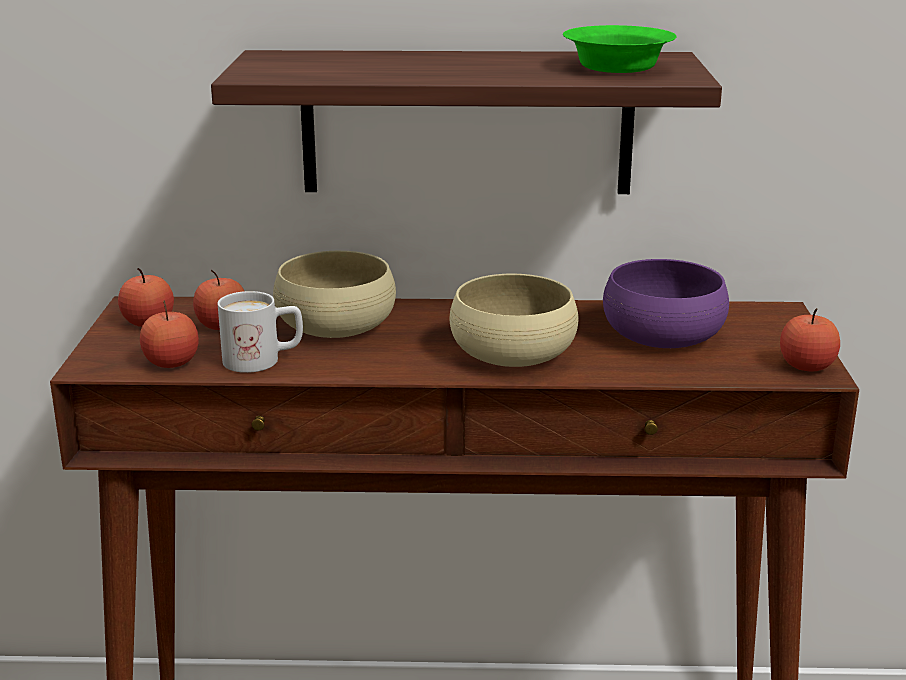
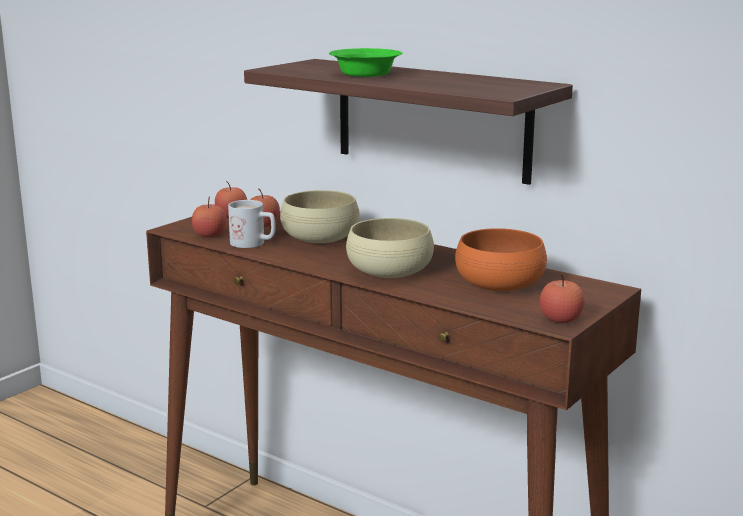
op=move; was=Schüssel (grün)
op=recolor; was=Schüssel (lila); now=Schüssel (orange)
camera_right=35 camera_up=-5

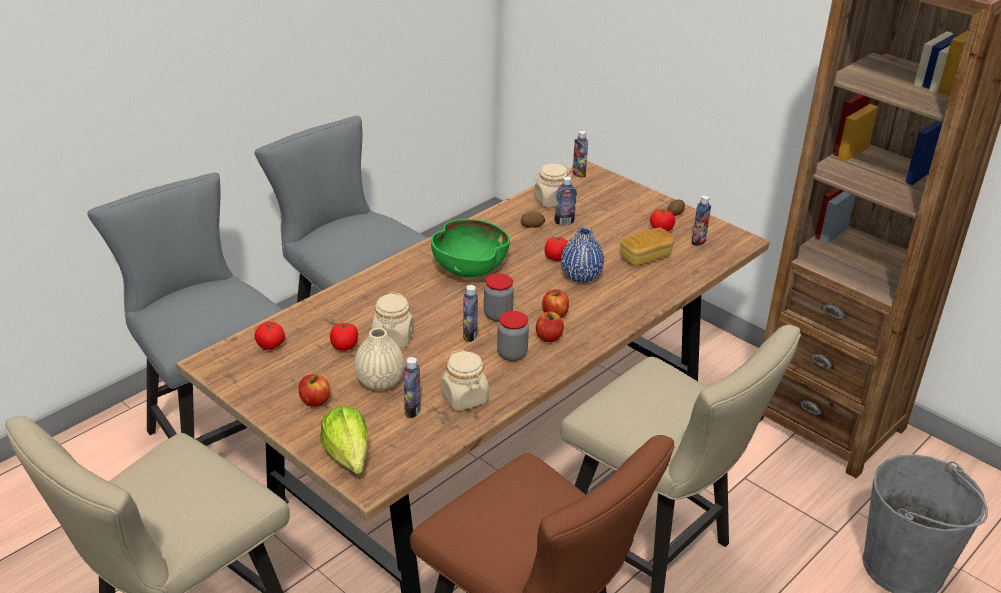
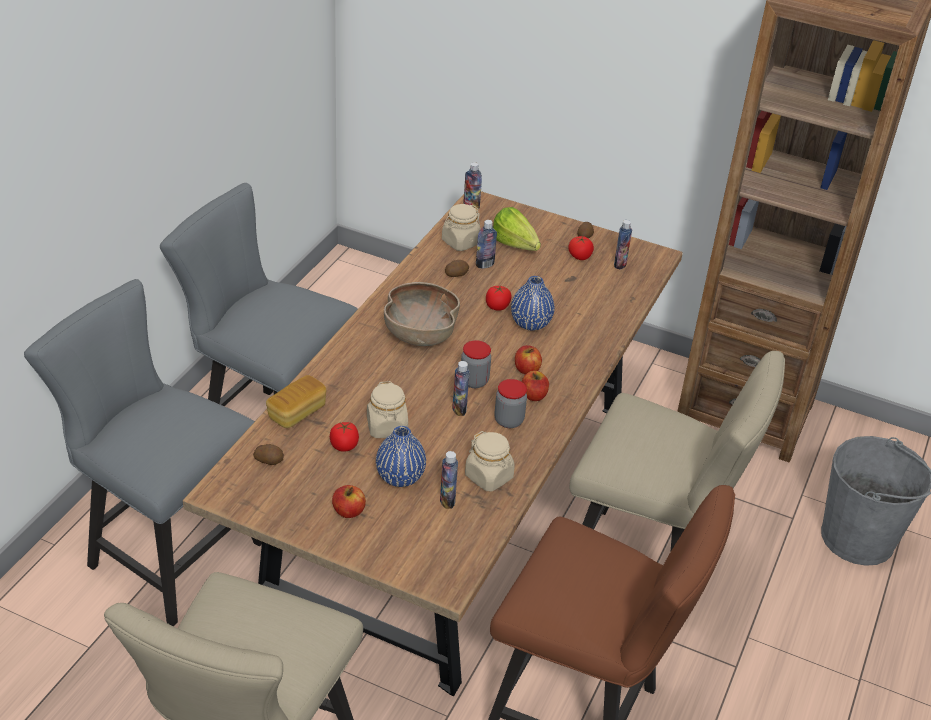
op=move; was=Salatkopf
op=move; was=Brot
op=replace; was=Tomate (1st from left); now=Kartoffel (1st from left)
op=recolor; was=Vase (beige); now=Vase (blau) (1st from left)
op=recolor; was=Schüssel (grün); now=Schüssel (braun)
camera_right=-20 camera_up=5

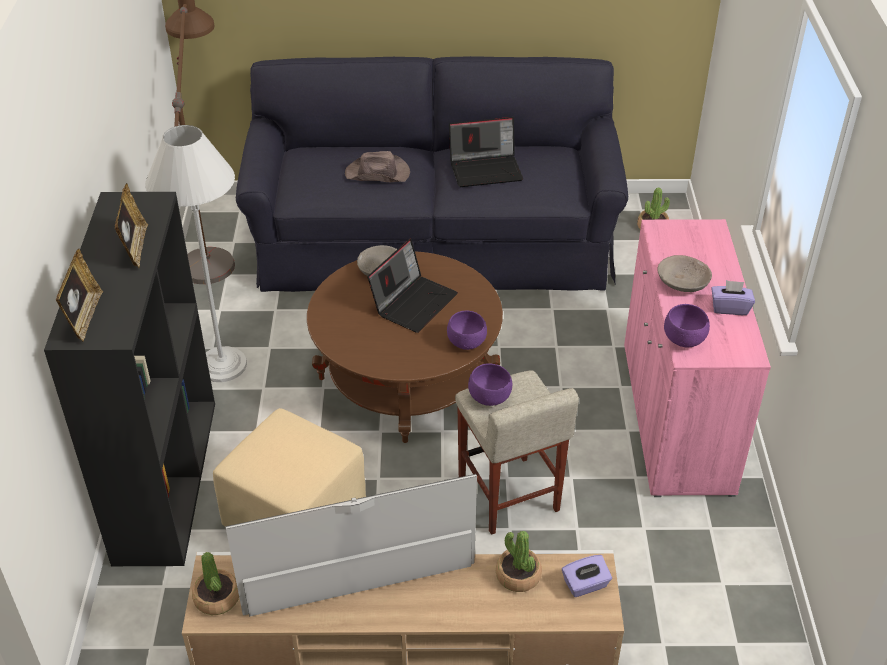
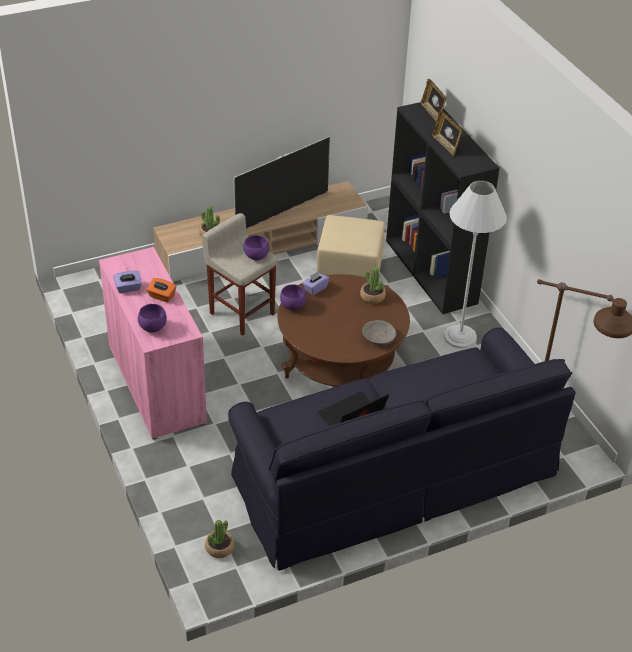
op=delete; was=Hut (braun)
op=delete; was=Laptop (1st from left)
op=move; was=Topfpflanze (1st from left in the first image); now=Topfpflanze (3rd from left)
op=move; was=Taschentuchbox (lila) (1st from left in the first image); now=Taschentuchbox (lila) (2nd from left)
op=move; was=Schüssel (lila) (3rd from left in the first image); now=Schüssel (lila) (1st from left)
op=replace; was=Schüssel (grau) (2nd from left); now=Taschentuchbox (orange)
camera_right=155 camera_up=0

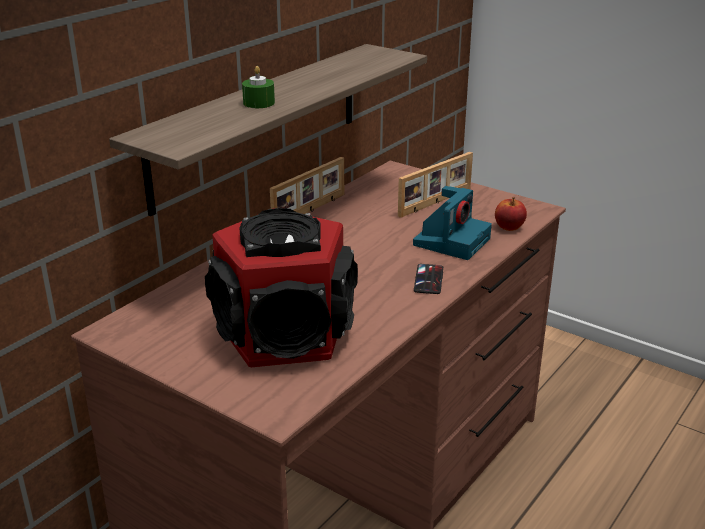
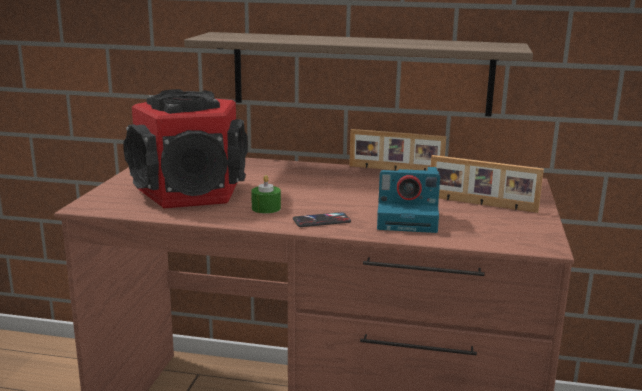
op=delete; was=Apfel
op=move; was=Kerze (grün)
camera_right=65 camera_up=-10

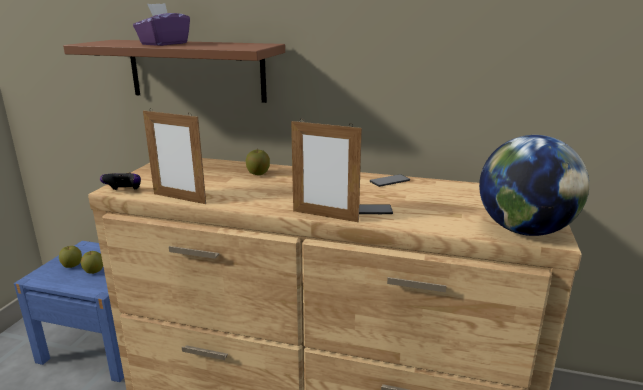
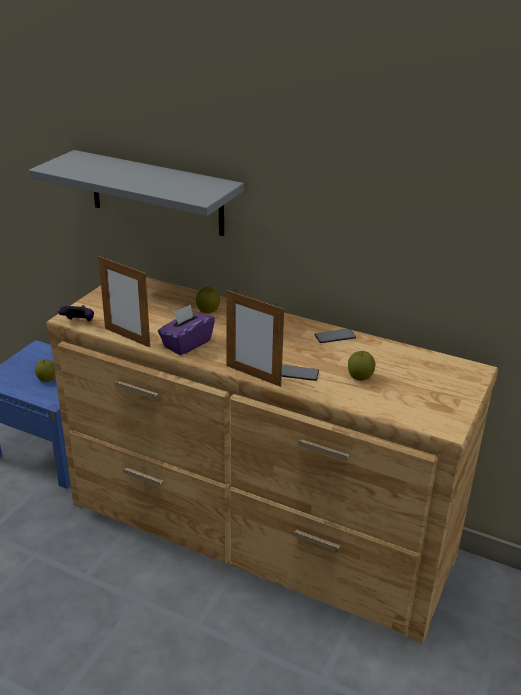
op=delete; was=Globus
op=move; was=Apfel (1st from left in the first image); now=Apfel (3rd from left)
op=move; was=Taschentuchbox (lila)
op=recolor; was=Wandregal (braun); now=Wandregal (grau)
camera_right=10 camera_up=10

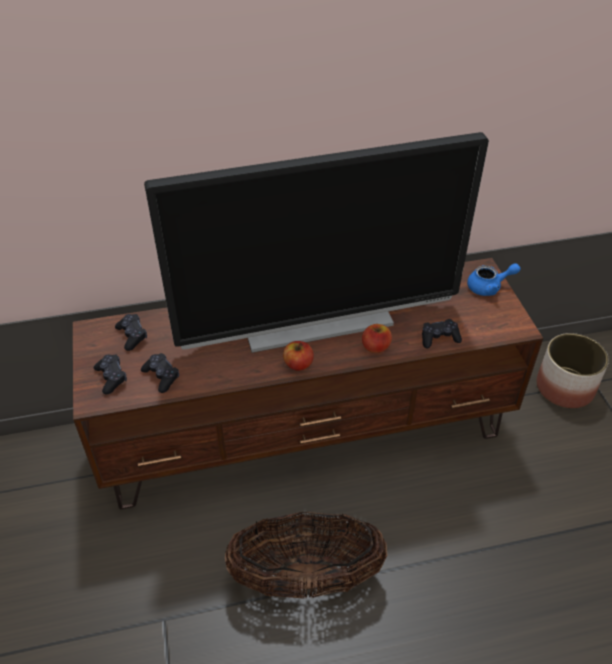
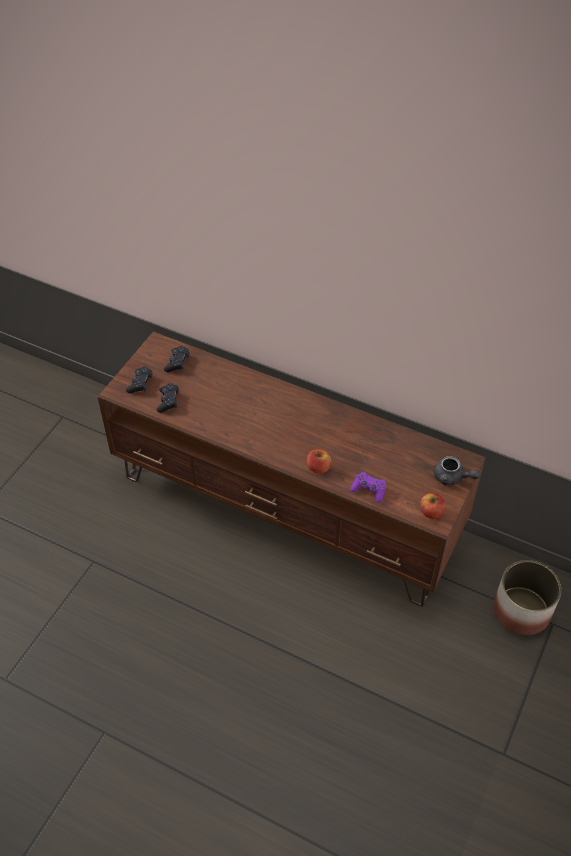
op=delete; was=Fernseher
op=delete; was=Korb
op=move; was=Apfel (1st from left in the first image); now=Apfel (2nd from left)
op=recolor; was=Gamepad (schwarz) (4th from left); now=Gamepad (lila)
op=recolor; was=Teekanne (blau); now=Teekanne (grau)
camera_right=40 camera_up=5

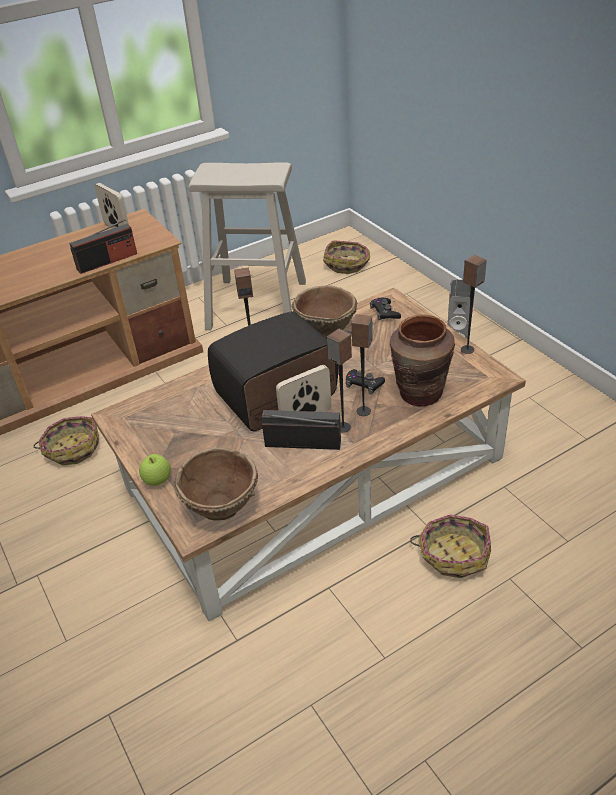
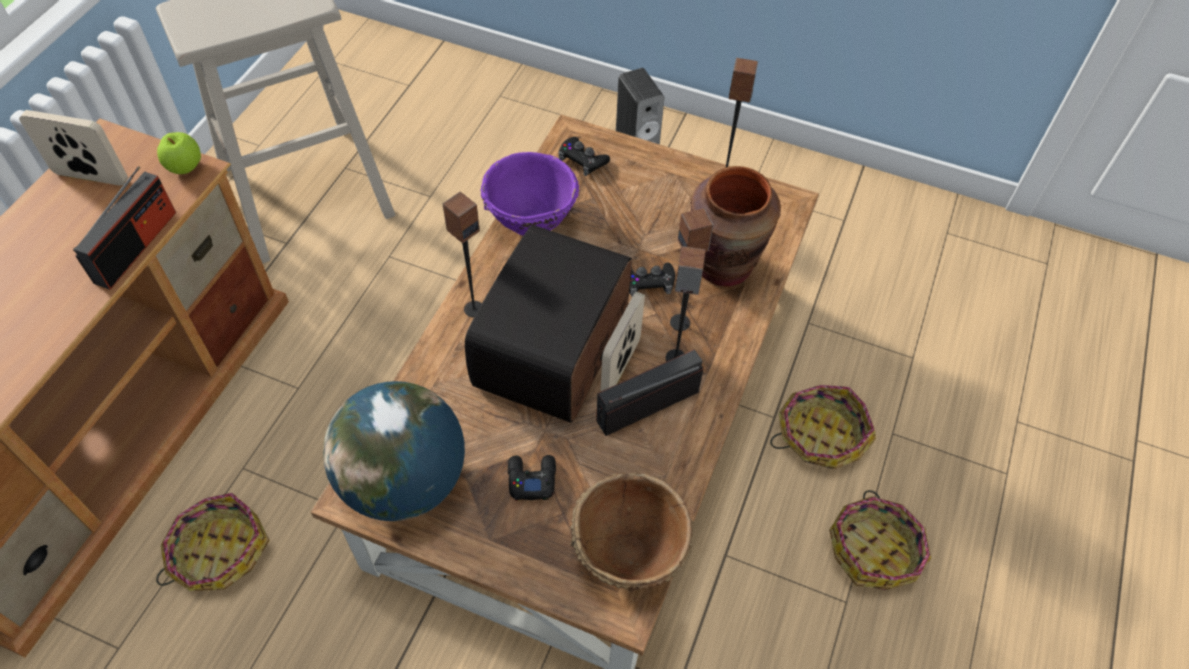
op=insert; now=Globus
op=insert; now=Gamepad (schwarz) (1st from left)
op=move; was=Apfel
op=move; was=Korb (2nd from left in the first image); now=Korb (3rd from left)
op=recolor; was=Schüssel (braun) (2nd from left); now=Schüssel (lila)
camera_right=-40 camera_up=15

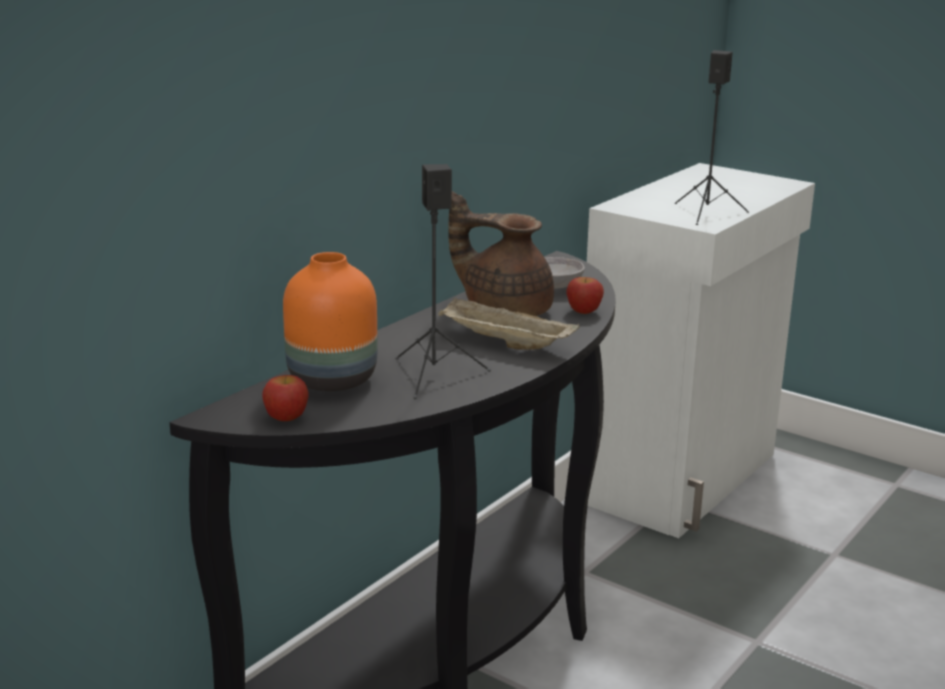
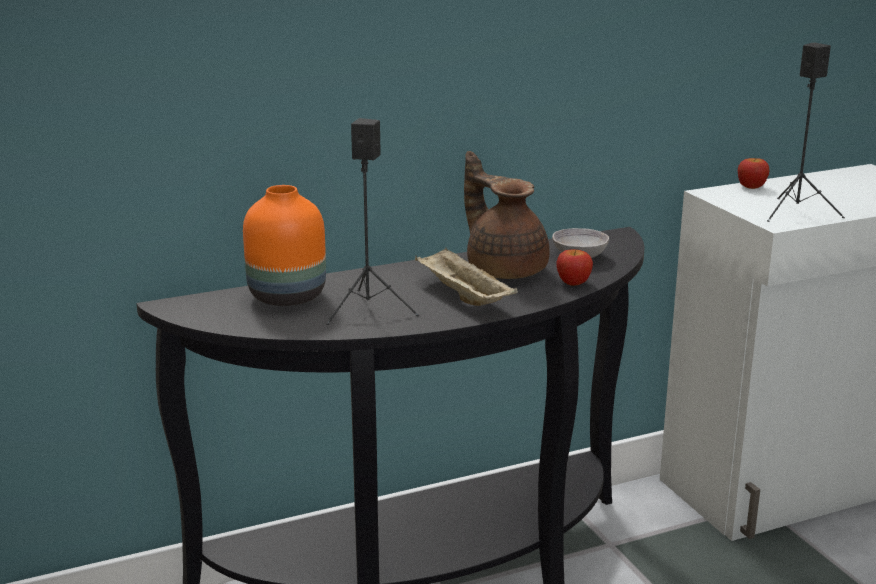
op=move; was=Apfel (1st from left in the first image); now=Apfel (2nd from left)
camera_right=30 camera_up=0

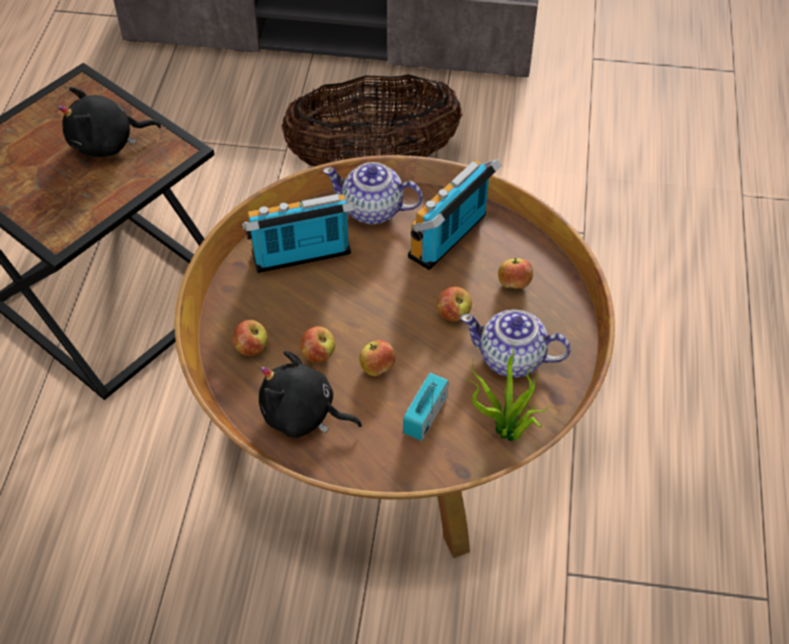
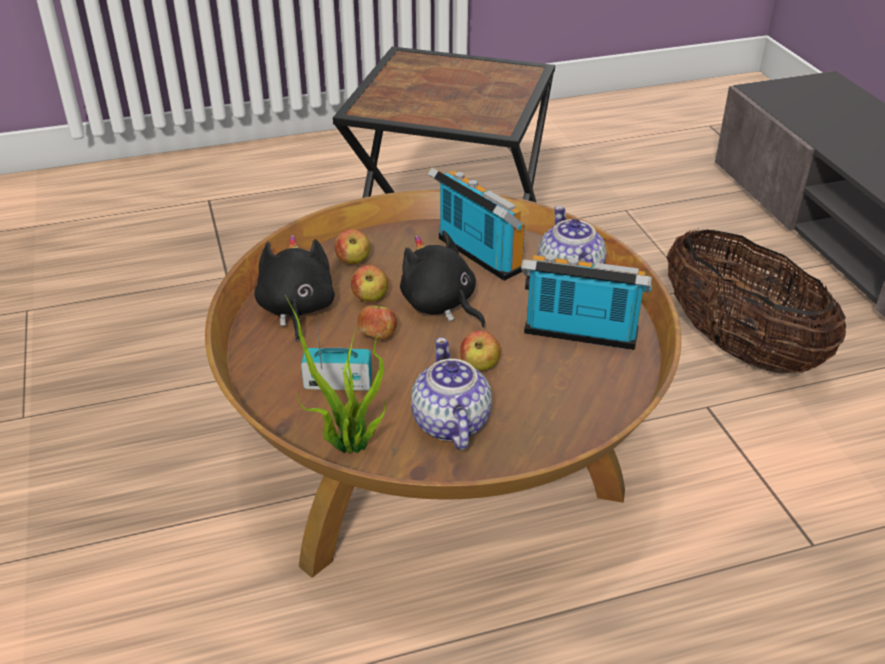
op=delete; was=Apfel (5th from left)
op=move; was=Plüschtier (schwarz) (1st from left in the first image); now=Plüschtier (schwarz) (2nd from left)
camera_right=65 camera_up=-15

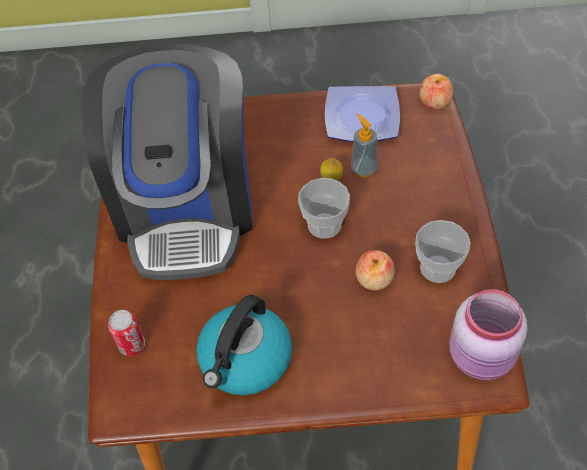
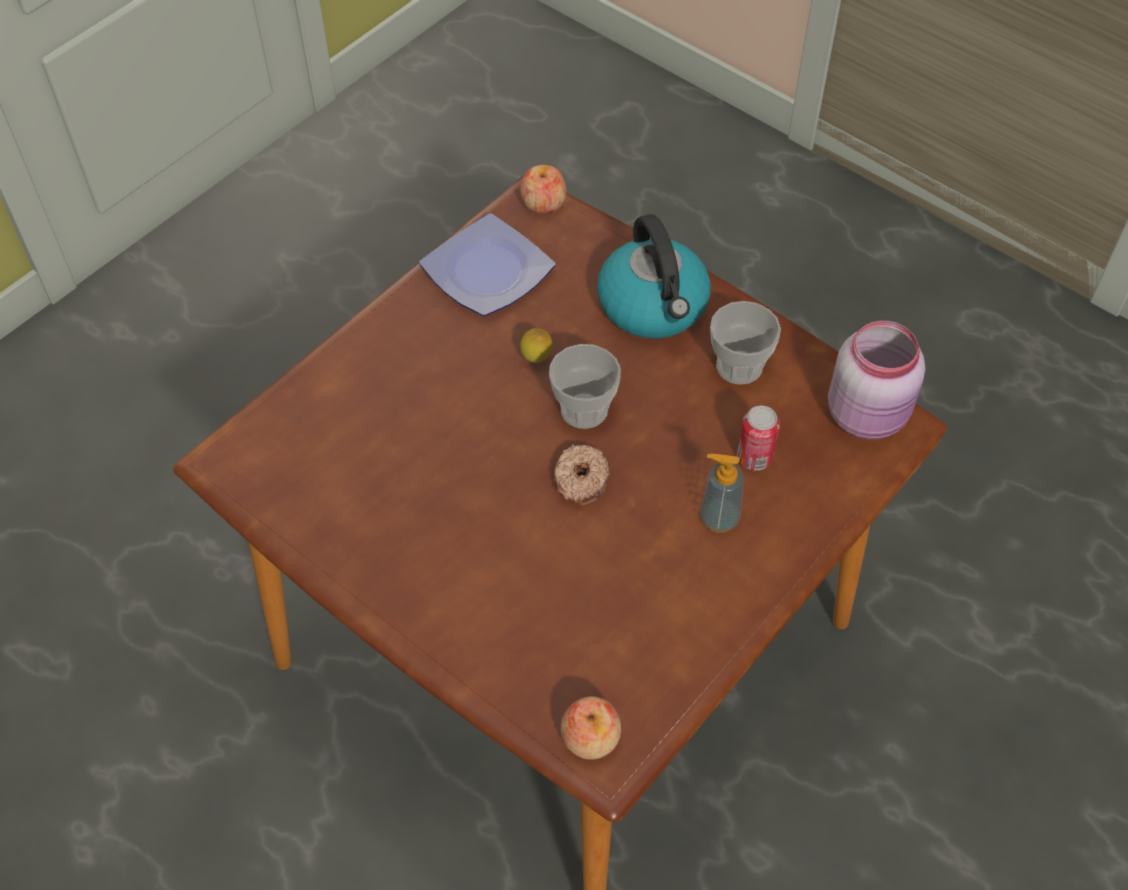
op=delete; was=Kaffeemaschine
op=insert; now=Donut
op=move; was=Dose
op=move; was=Wasserkessel
op=move; was=Seifenspender
op=move; was=Apfel (1st from left in the first image); now=Apfel (2nd from left)
camera_right=-50 camera_up=0

